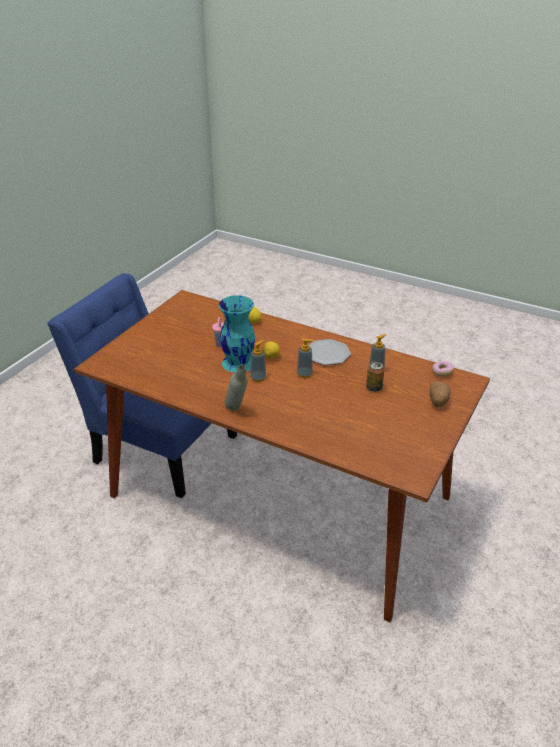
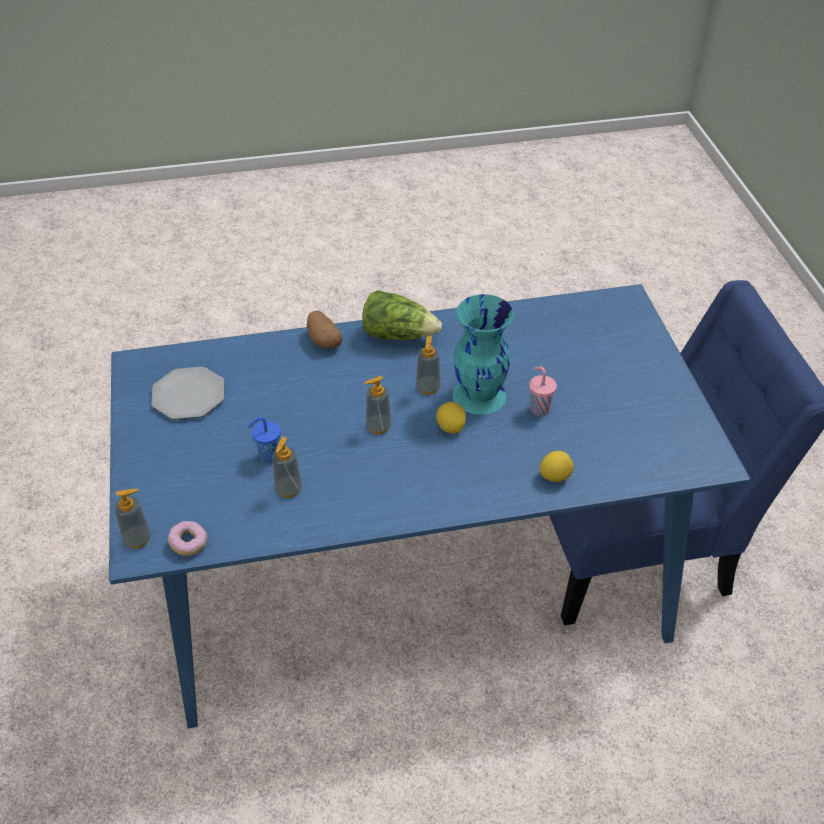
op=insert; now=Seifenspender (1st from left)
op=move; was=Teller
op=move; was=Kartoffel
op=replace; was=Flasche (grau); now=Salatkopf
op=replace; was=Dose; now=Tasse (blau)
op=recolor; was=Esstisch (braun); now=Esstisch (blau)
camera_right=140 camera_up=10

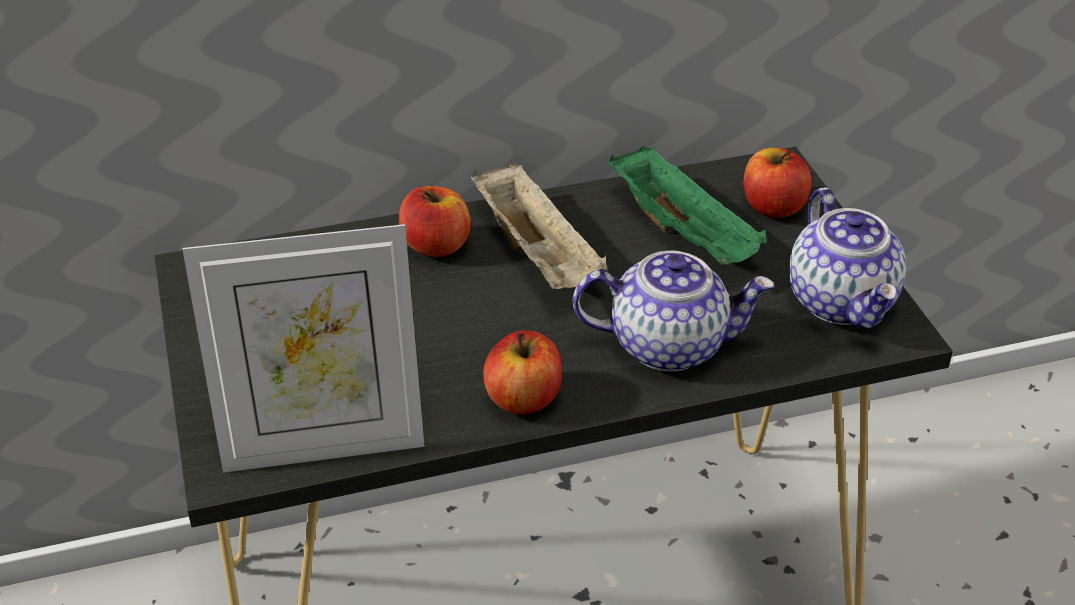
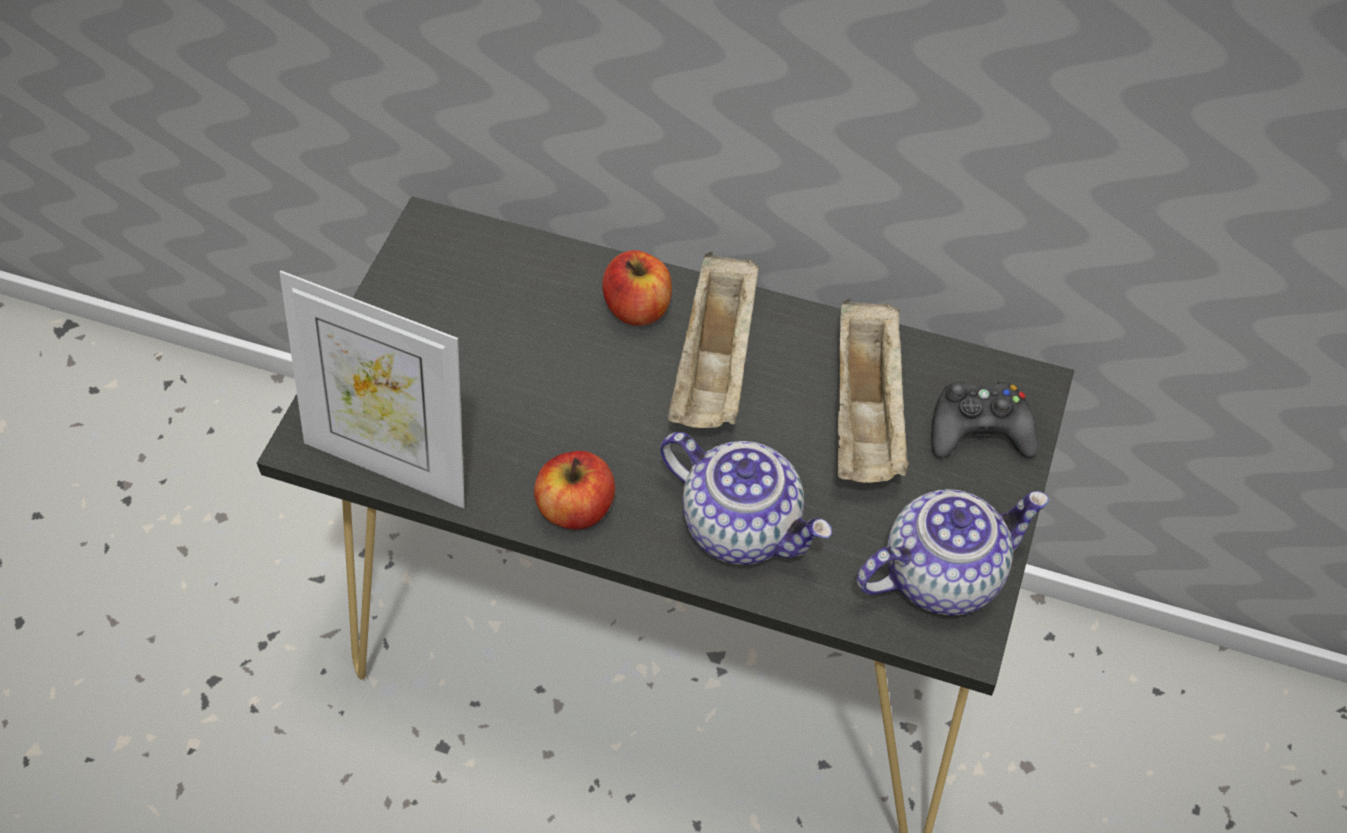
op=replace; was=Apfel (3rd from left); now=Gamepad (schwarz)
op=recolor; was=Tablett (grün); now=Tablett (beige) (2nd from left)
op=rotate; was=Teekanne (2nd from left); clockwise=-135
camera_right=35 camera_up=15

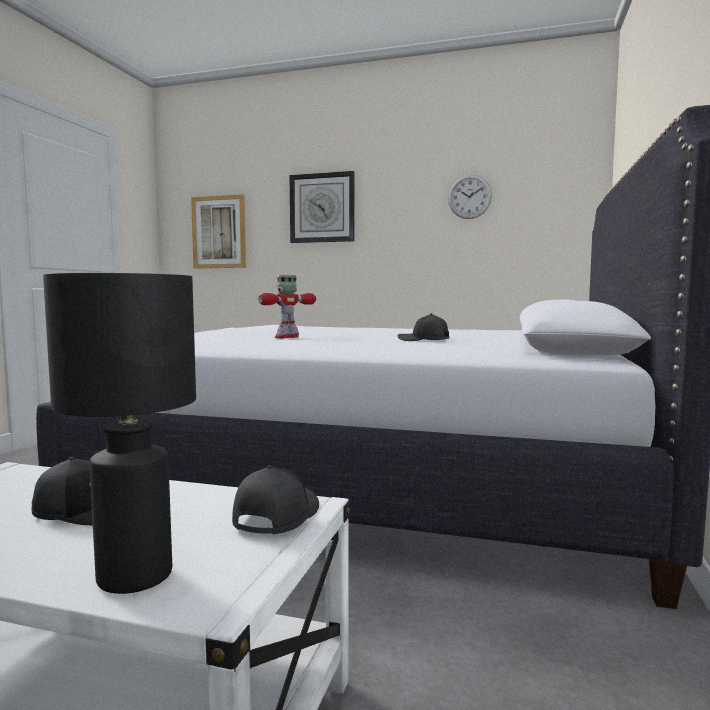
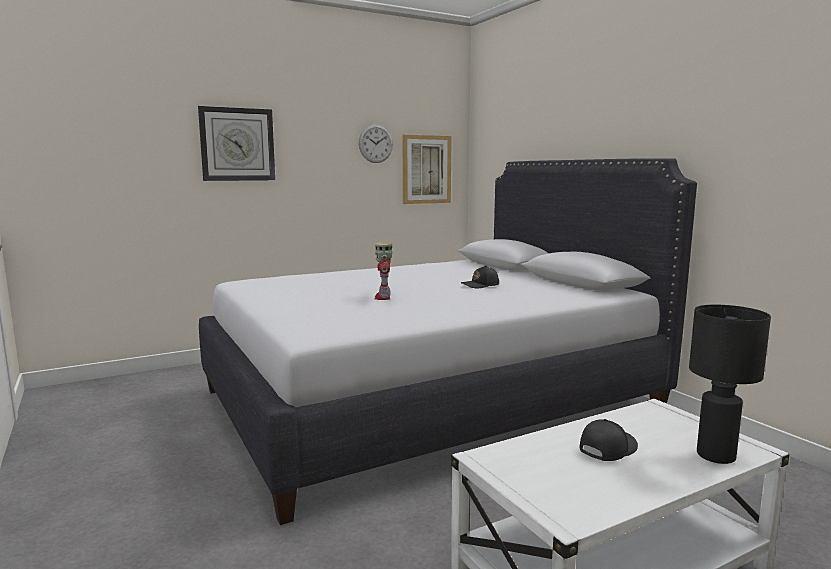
op=delete; was=Kappe (schwarz) (2nd from left)
op=move; was=Bild
camera_right=-45 camera_up=5

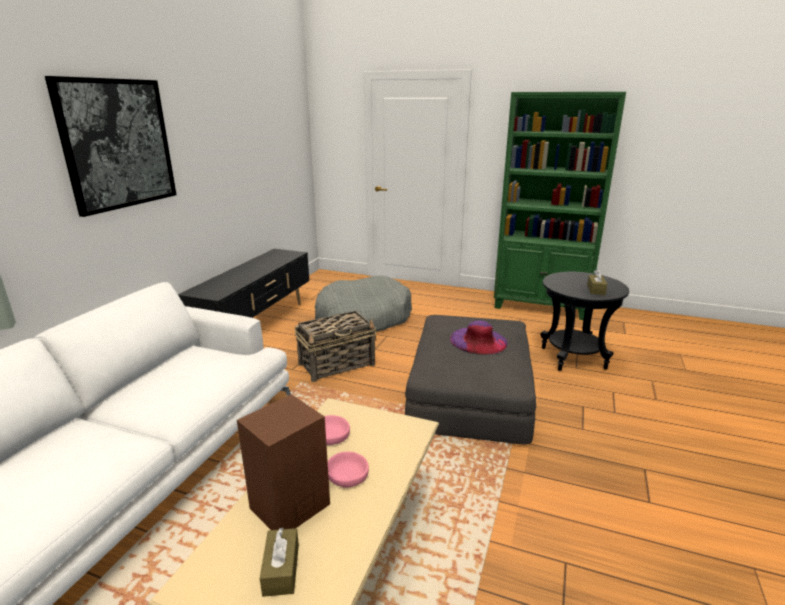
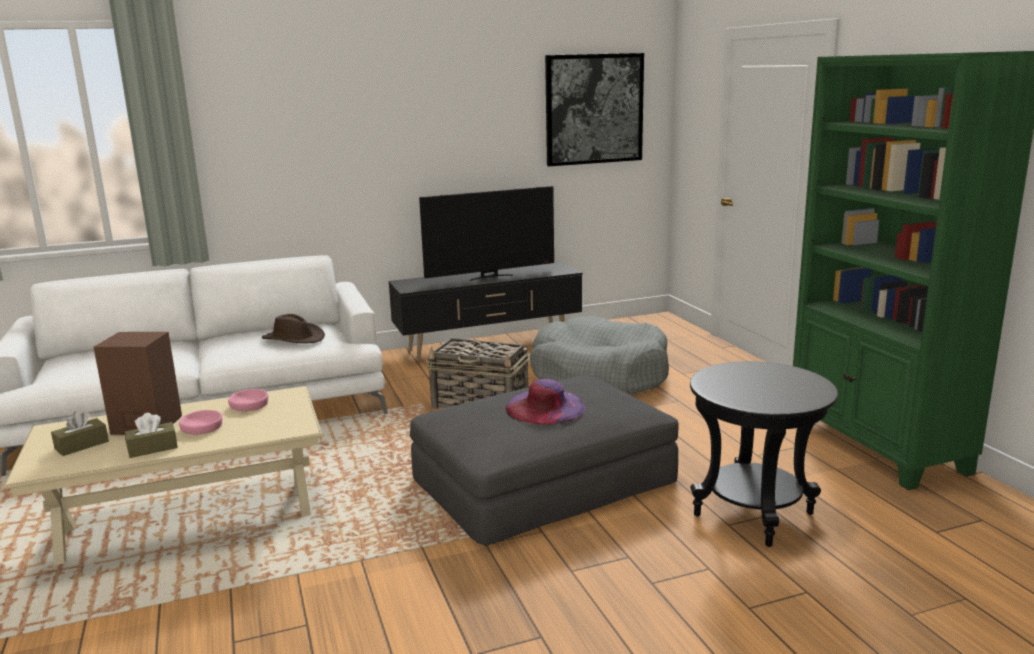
op=insert; now=Hut (braun)
op=insert; now=Fernseher
op=move; was=Bild
op=move; was=Taschentuchbox (braun) (2nd from left)
camera_right=50 camera_up=-5

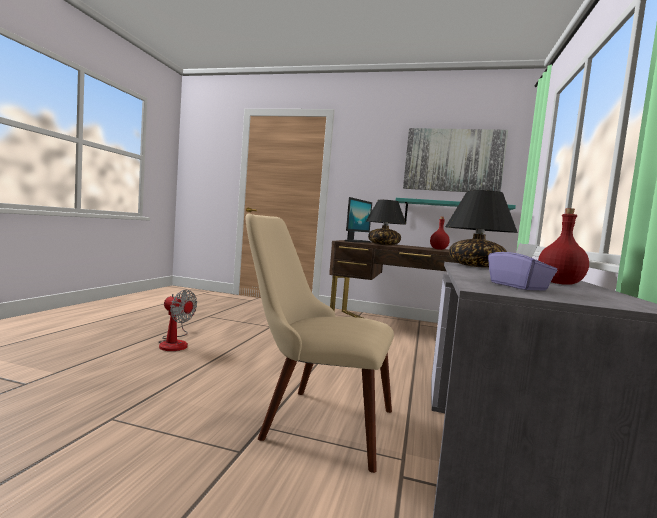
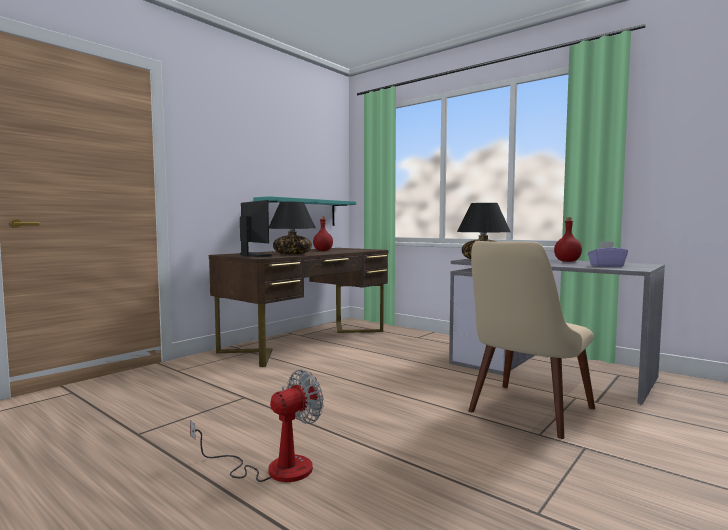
op=delete; was=Bild
camera_right=-65 camera_up=0

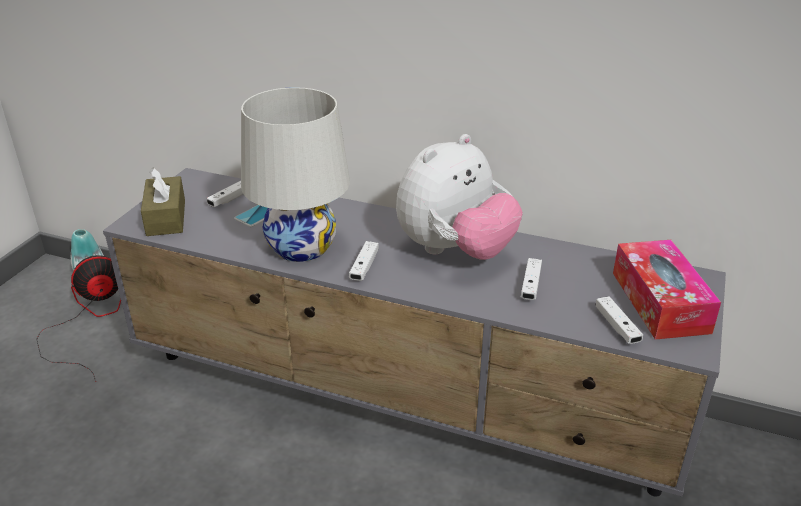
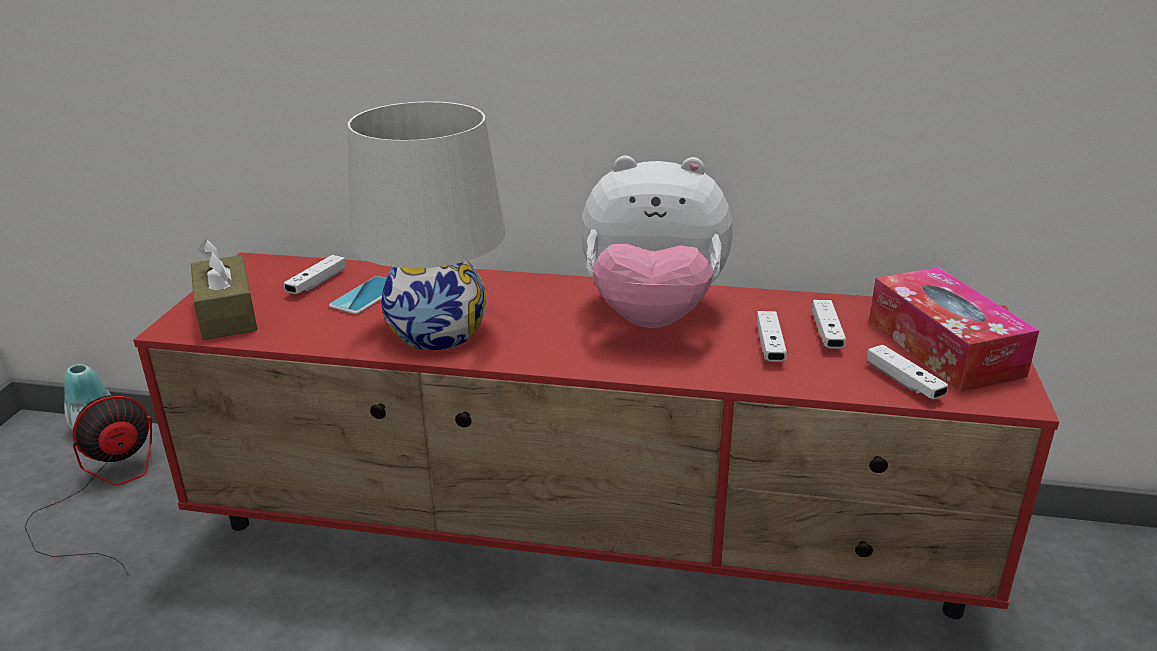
op=move; was=Gamepad (weiß) (2nd from left in the first image); now=Gamepad (weiß) (3rd from left)
op=recolor; was=Fernsehschrank (grau); now=Fernsehschrank (rot)
op=rotate; was=Plüschtier; clockwise=60
camera_right=-10 camera_up=-5

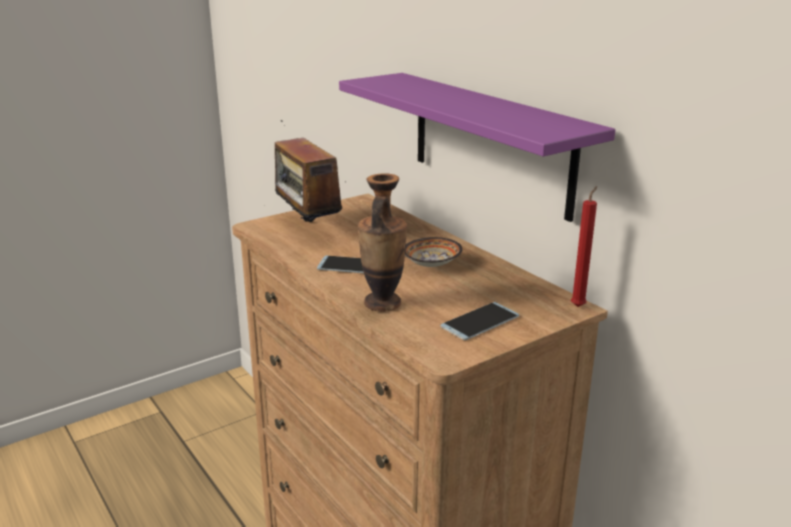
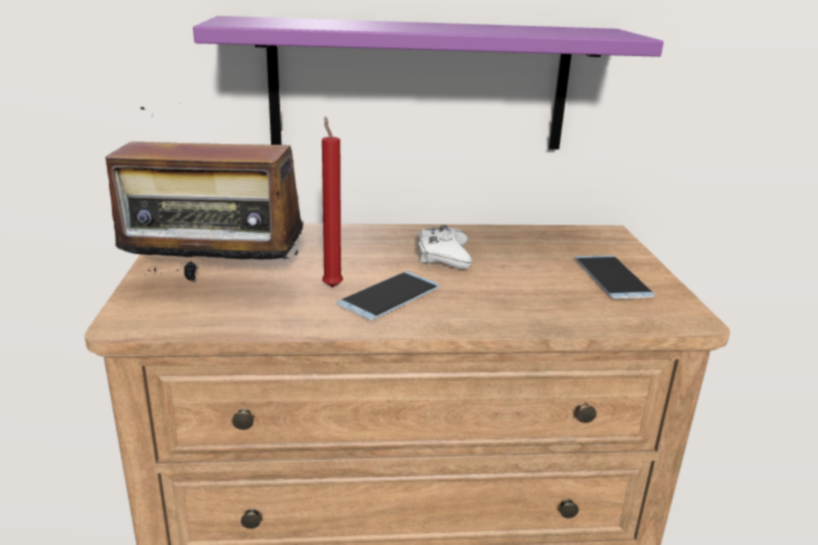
op=delete; was=Vase
op=move; was=Kerze (rot)
op=replace; was=Schüssel; now=Gamepad (weiß)
camera_right=-60 camera_up=0

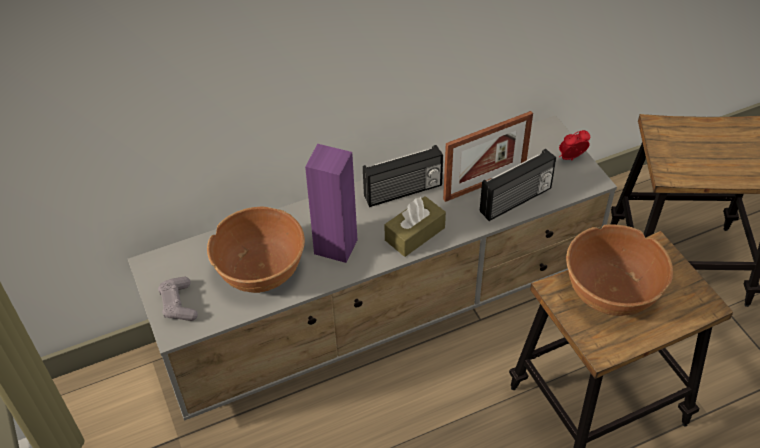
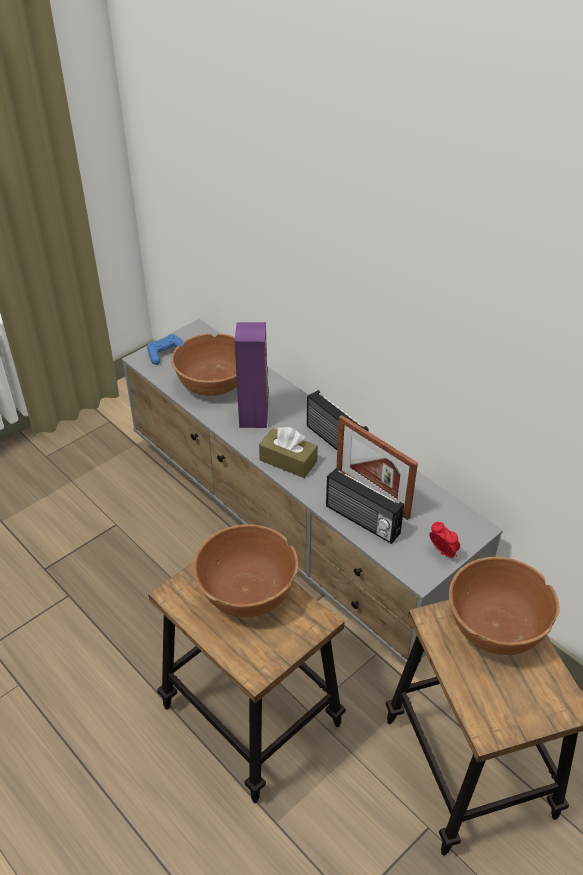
op=insert; now=Schüssel (braun) (3rd from left)
op=recolor; was=Gamepad (grau); now=Gamepad (blau)
camera_right=70 camera_up=-5

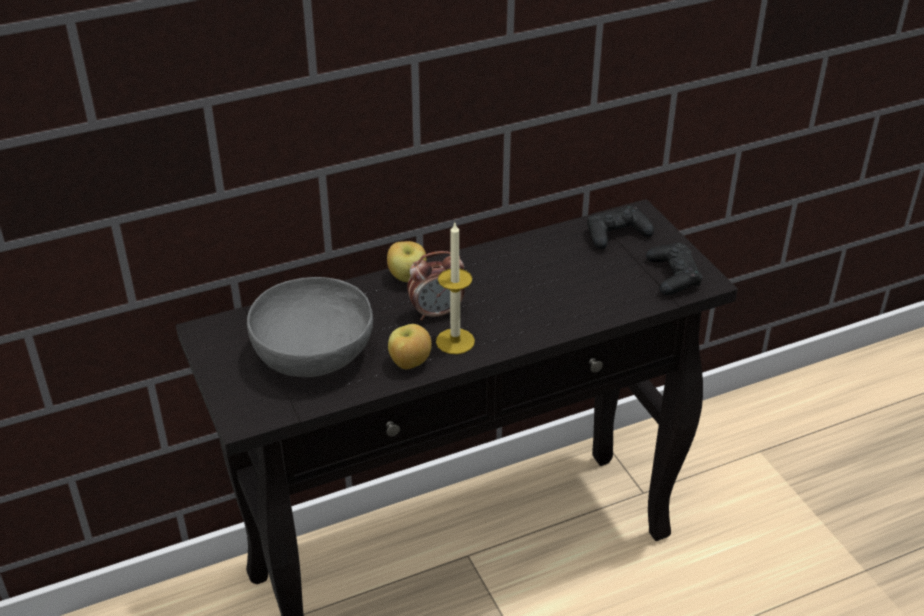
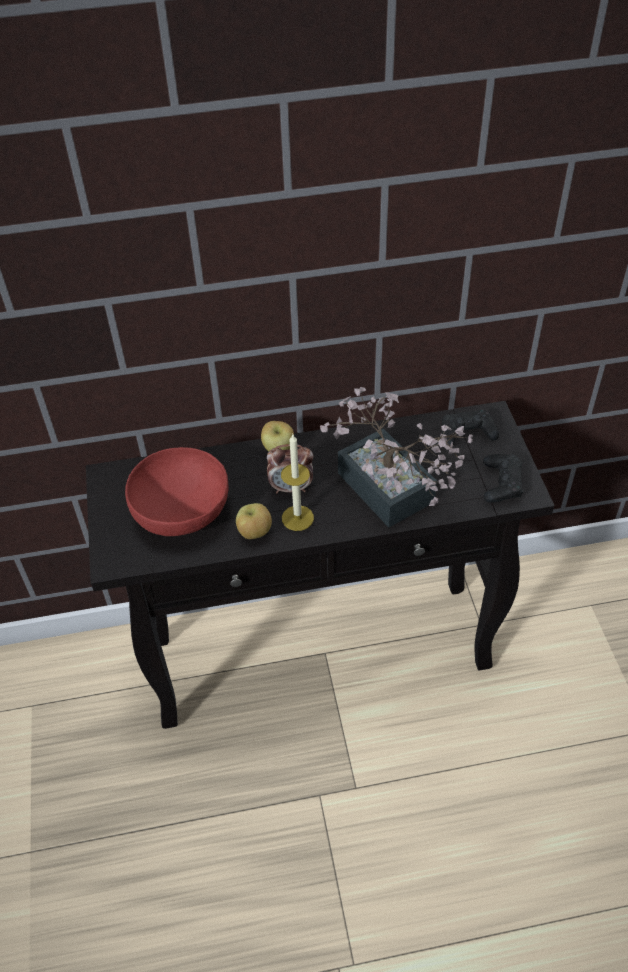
op=insert; now=Topfpflanze
op=recolor; was=Schüssel (grau); now=Schüssel (rot)
camera_right=15 camera_up=10

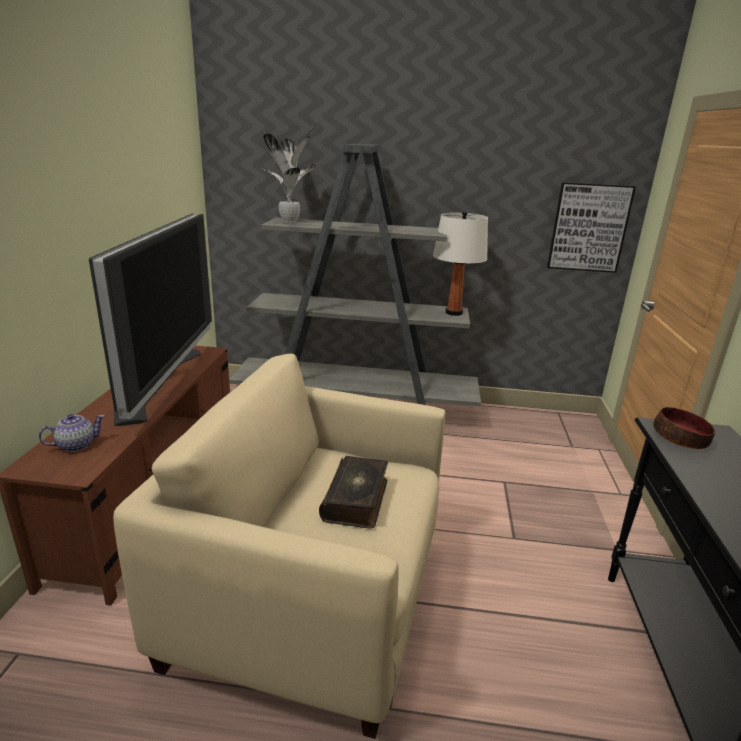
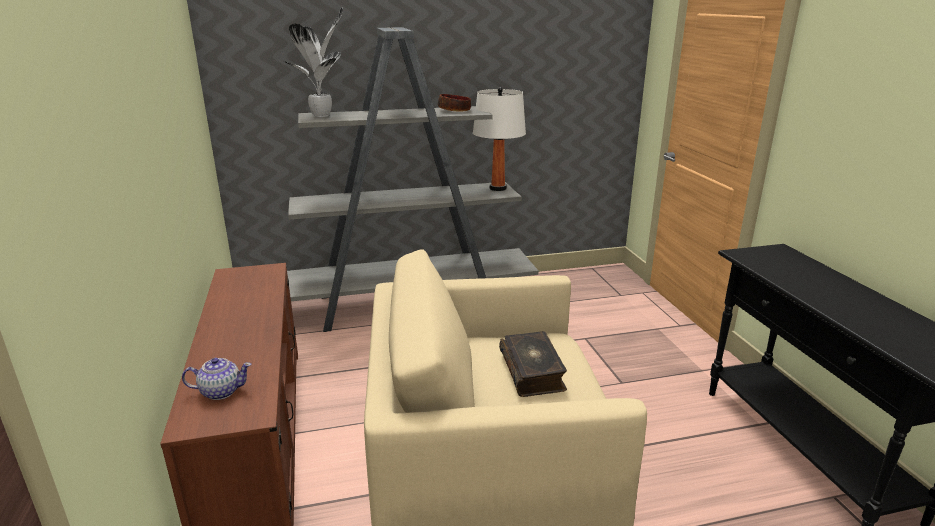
op=delete; was=Fernseher
op=delete; was=Bild
op=move; was=Schüssel
op=rotate; was=Teekanne; clockwise=45
camera_right=-20 camera_up=0

